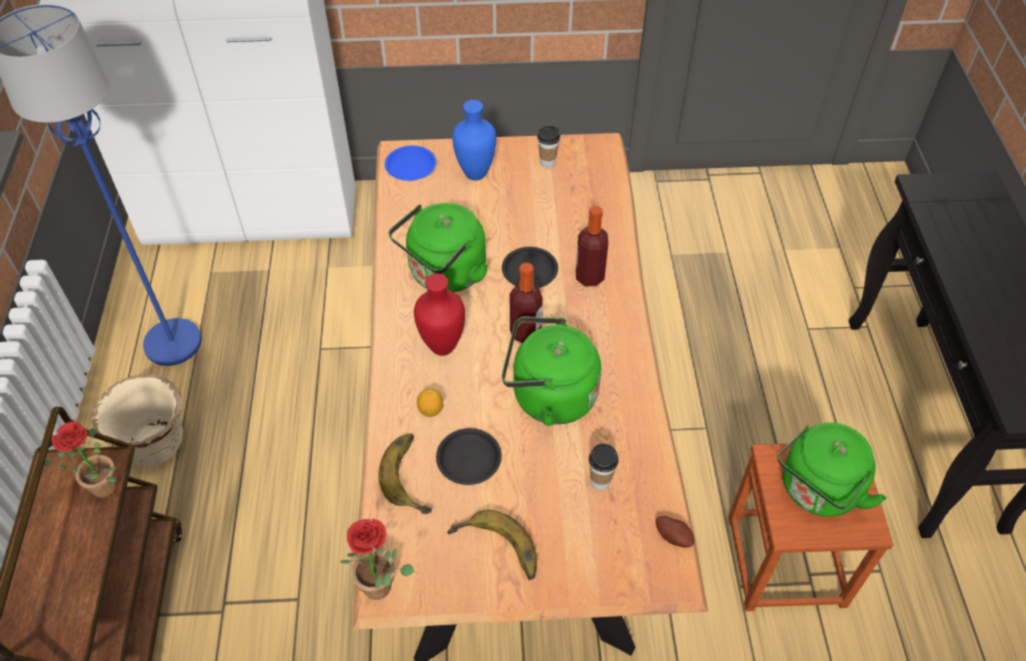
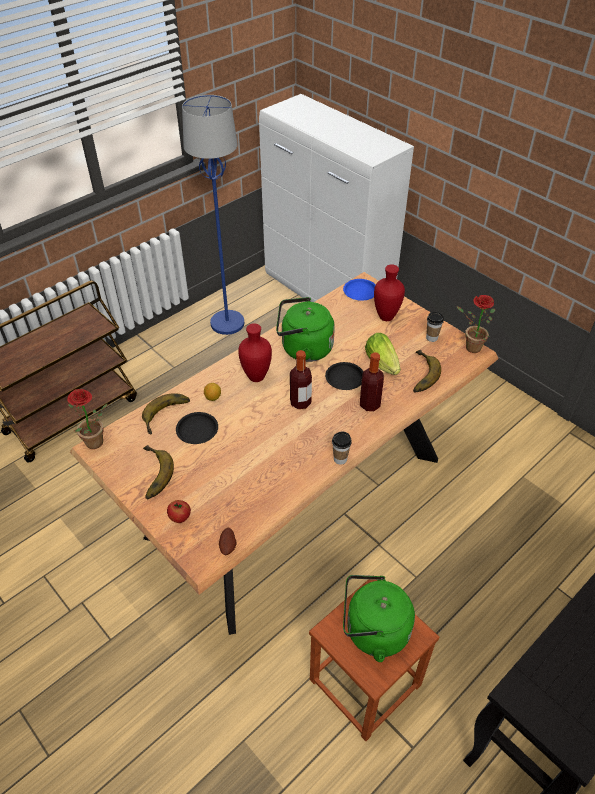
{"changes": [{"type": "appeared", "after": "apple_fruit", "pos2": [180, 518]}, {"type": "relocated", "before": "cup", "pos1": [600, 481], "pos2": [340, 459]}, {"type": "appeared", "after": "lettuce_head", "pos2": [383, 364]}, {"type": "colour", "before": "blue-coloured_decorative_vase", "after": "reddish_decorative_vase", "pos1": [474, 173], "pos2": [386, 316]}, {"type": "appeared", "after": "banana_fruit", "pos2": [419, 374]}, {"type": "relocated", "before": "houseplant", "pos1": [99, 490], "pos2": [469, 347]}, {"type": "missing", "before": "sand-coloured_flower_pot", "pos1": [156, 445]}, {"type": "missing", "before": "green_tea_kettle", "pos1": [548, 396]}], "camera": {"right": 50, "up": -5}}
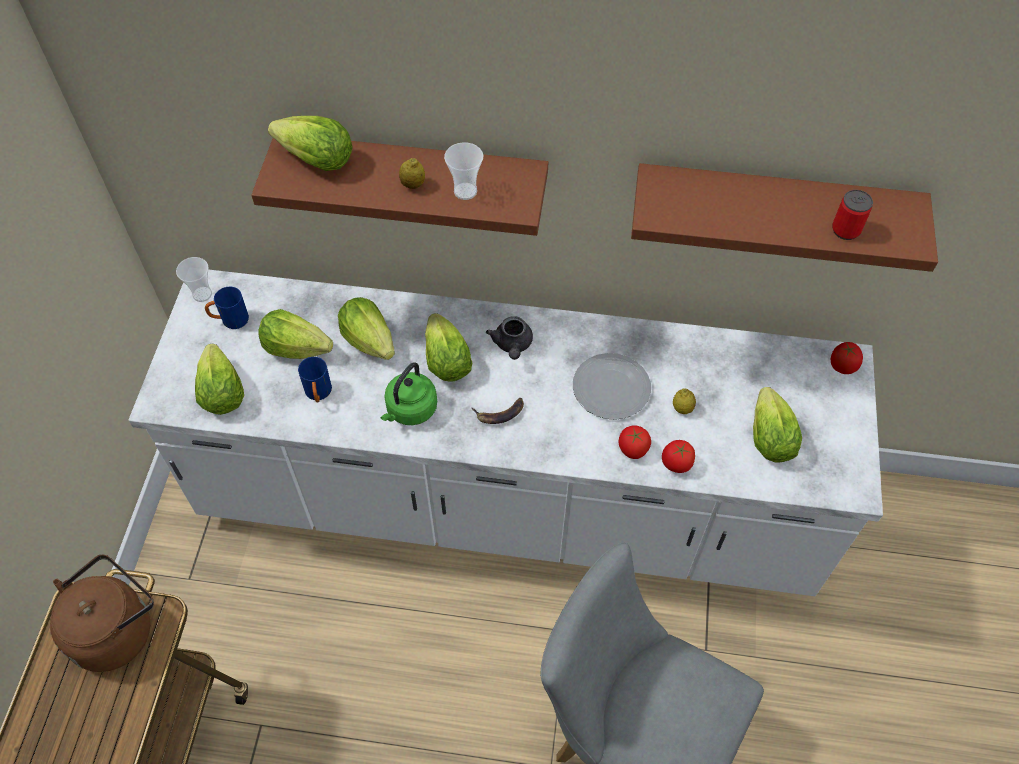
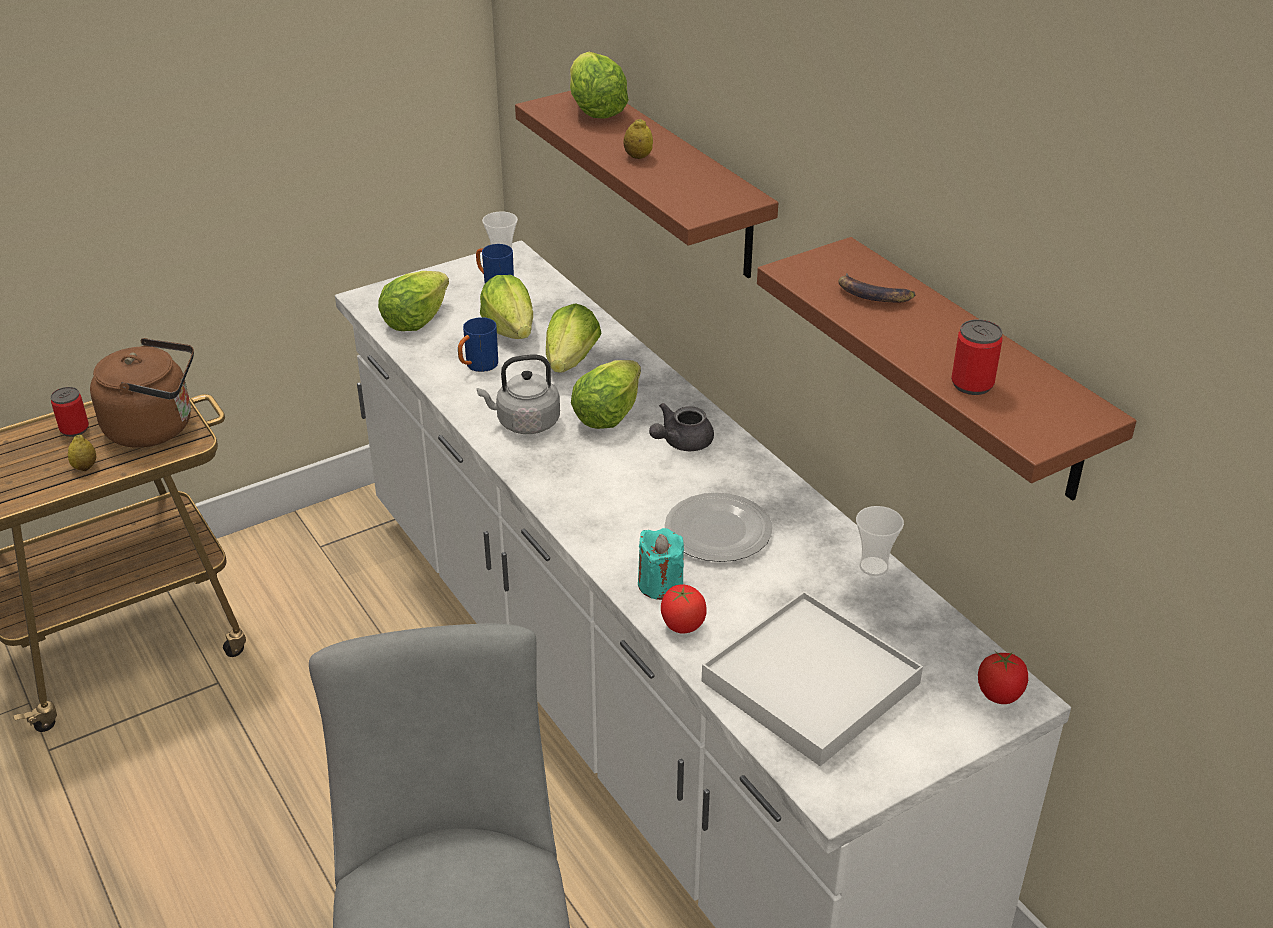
{"changes": [{"type": "appeared", "after": "can", "pos2": [74, 429]}, {"type": "relocated", "before": "citrus_fruit", "pos1": [682, 408], "pos2": [85, 467]}, {"type": "colour", "before": "green_tea_kettle", "after": "grey_tea_kettle", "pos1": [410, 410], "pos2": [525, 423]}, {"type": "exchanged", "before": "tomato", "after": "blue-green_wax_light", "pos1": [632, 449], "pos2": [660, 584]}, {"type": "exchanged", "before": "lettuce_head", "after": "whitish_carrying_tray", "pos1": [769, 439], "pos2": [810, 682]}, {"type": "relocated", "before": "banana_fruit", "pos1": [500, 413], "pos2": [873, 294]}, {"type": "relocated", "before": "cup", "pos1": [465, 191], "pos2": [873, 567]}], "camera": {"right": 50, "up": -20}}
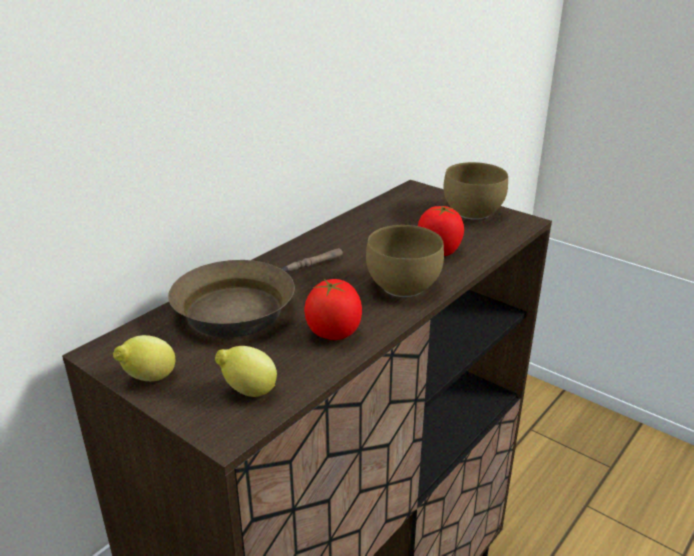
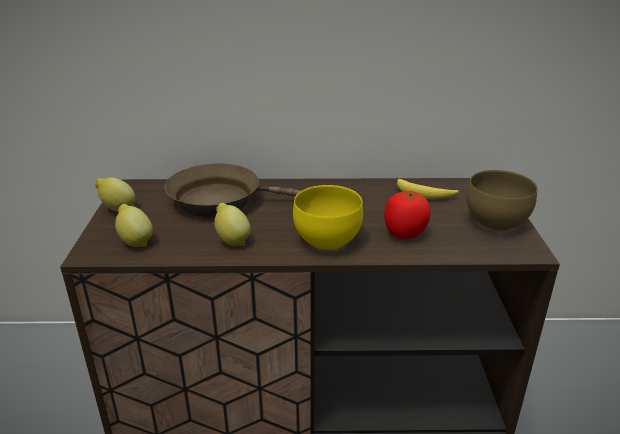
{"changes": [{"type": "exchanged", "before": "tomato", "after": "citrus_fruit", "pos1": [333, 332], "pos2": [232, 240]}, {"type": "colour", "before": "brown_serving_bowl", "after": "yellowish_serving_bowl", "pos1": [403, 285], "pos2": [329, 240]}, {"type": "appeared", "after": "banana_fruit", "pos2": [424, 194]}], "camera": {"right": 50, "up": 0}}
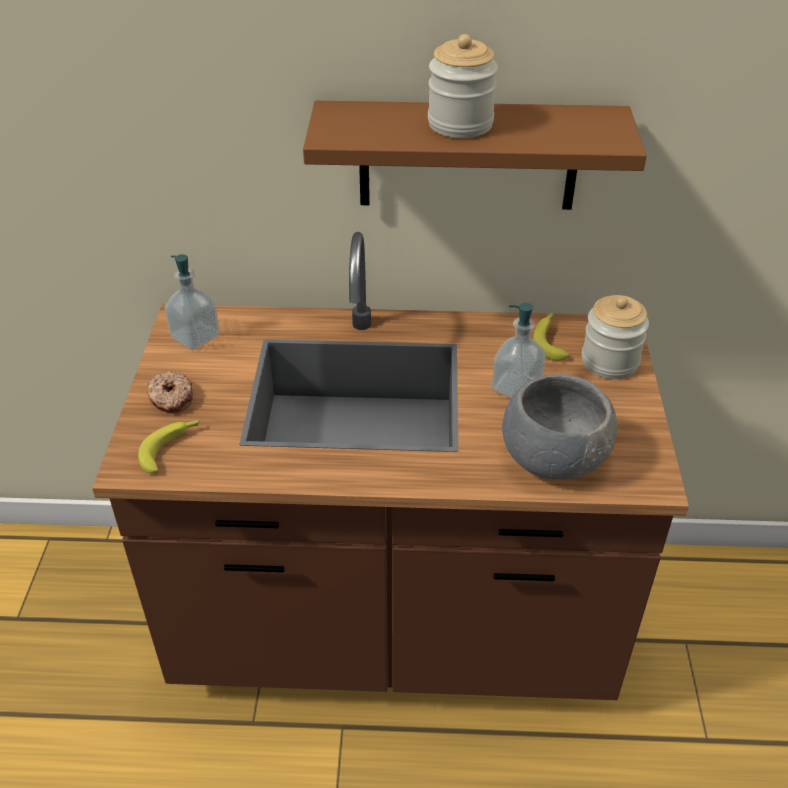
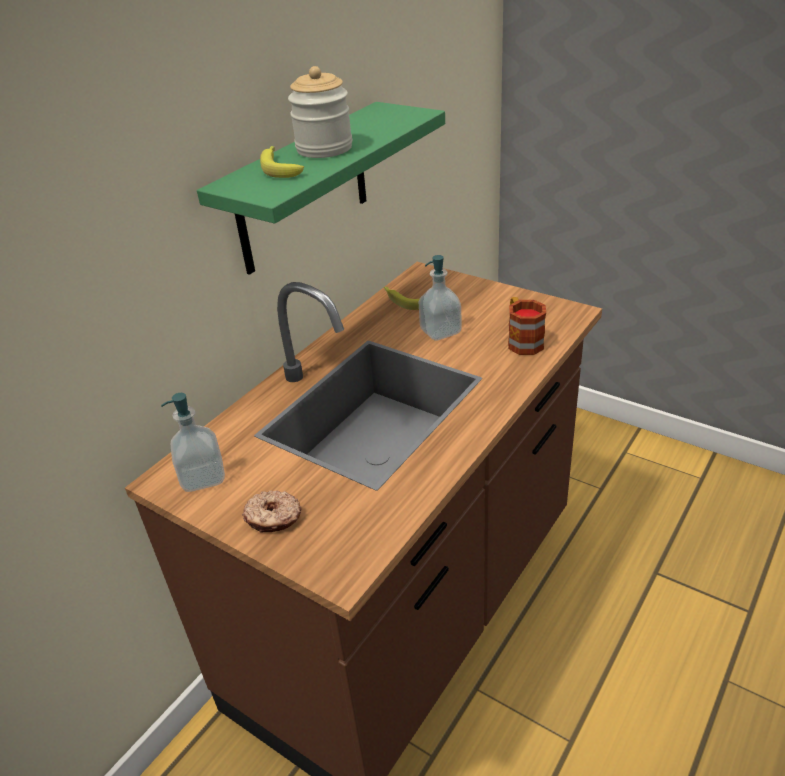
{"changes": [{"type": "colour", "before": "brown_wall_shelf", "after": "green_wall_shelf", "pos1": [468, 156], "pos2": [303, 189]}, {"type": "relocated", "before": "banana_fruit", "pos1": [171, 448], "pos2": [280, 167]}, {"type": "exchanged", "before": "grey_serving_bowl", "after": "mug", "pos1": [553, 457], "pos2": [522, 340]}, {"type": "missing", "before": "preserve_jar", "pos1": [609, 361]}], "camera": {"right": -55, "up": -5}}
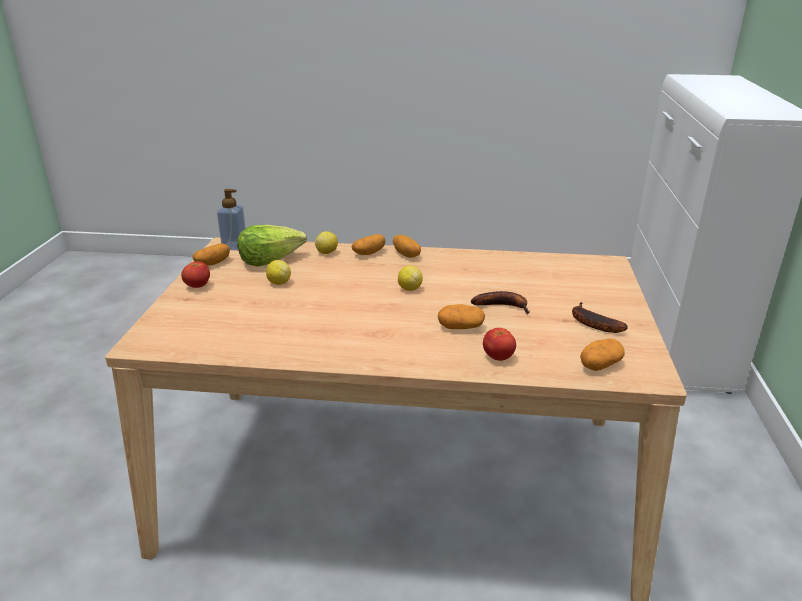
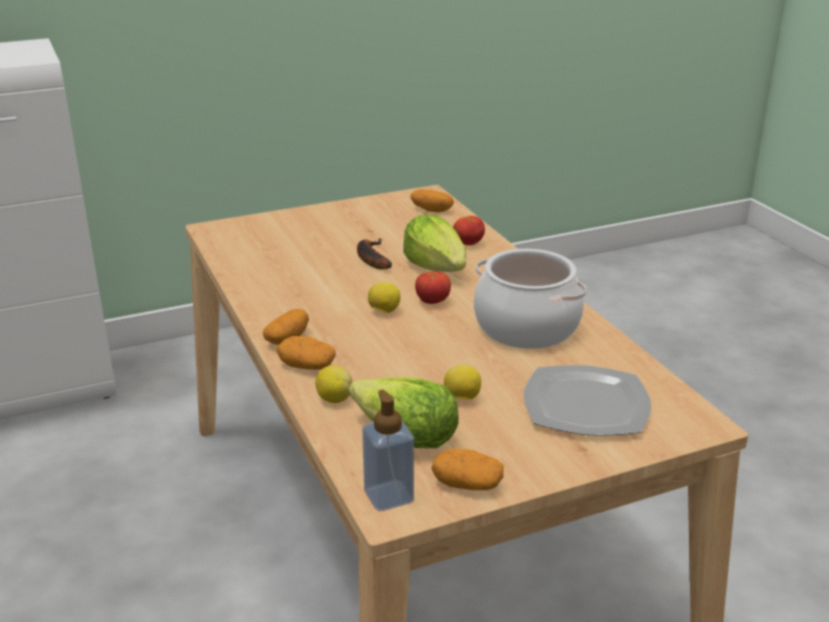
{"changes": [{"type": "exchanged", "before": "spud", "after": "lettuce_head", "pos1": [460, 327], "pos2": [437, 268]}, {"type": "relocated", "before": "tomato", "pos1": [197, 286], "pos2": [432, 302]}, {"type": "appeared", "after": "saucepot", "pos2": [527, 327]}, {"type": "appeared", "after": "dinner_plate", "pos2": [584, 404]}, {"type": "missing", "before": "banana_fruit", "pos1": [591, 323]}], "camera": {"right": -120, "up": 0}}
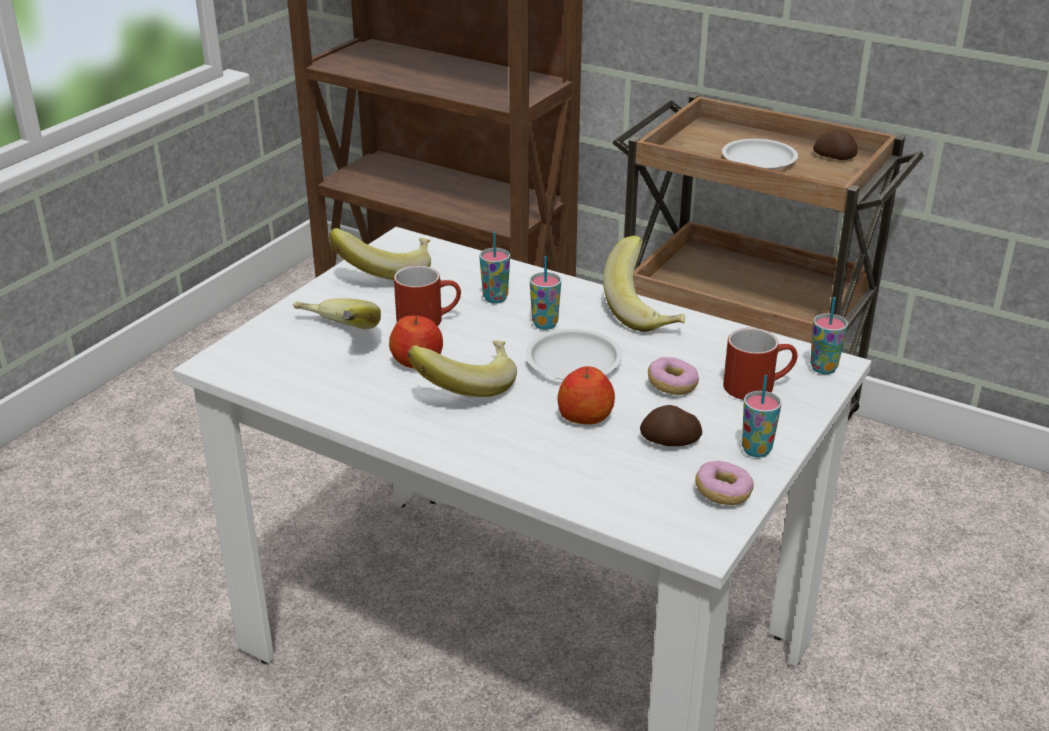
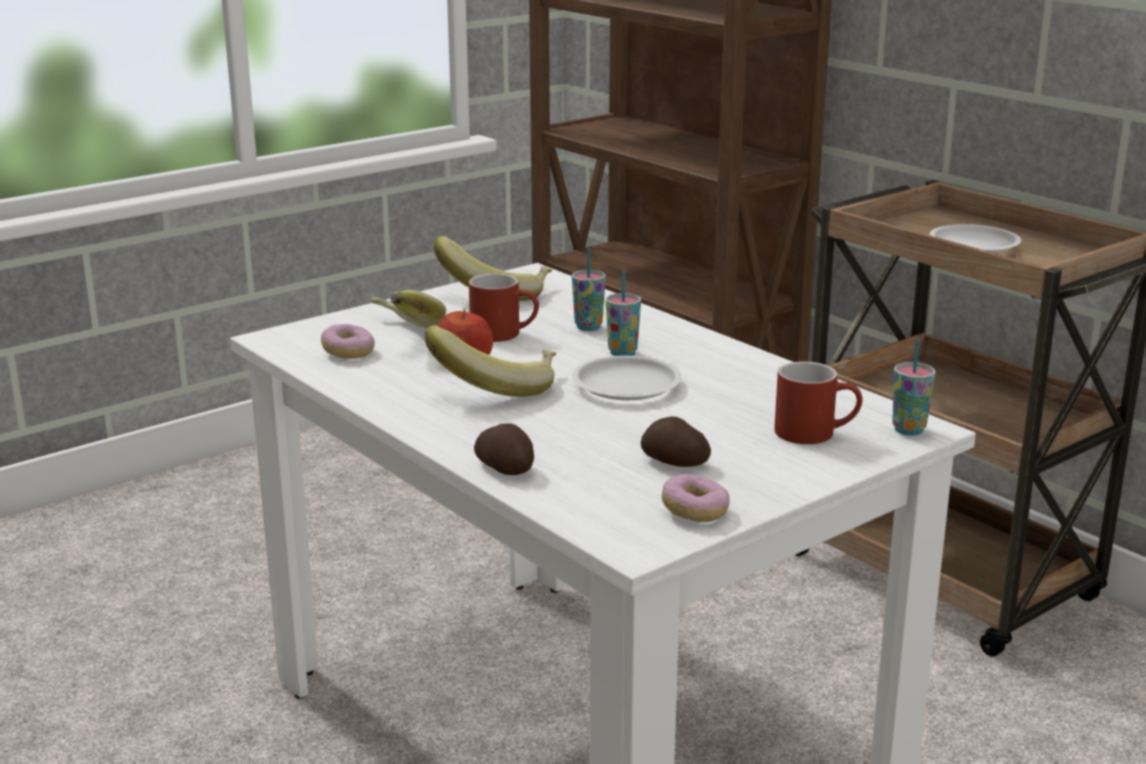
{"changes": [{"type": "relocated", "before": "ring_doughnut", "pos1": [672, 386], "pos2": [348, 353]}, {"type": "relocated", "before": "spud", "pos1": [834, 157], "pos2": [505, 468]}, {"type": "missing", "before": "apple_fruit", "pos1": [585, 416]}, {"type": "missing", "before": "banana_fruit", "pos1": [646, 311]}, {"type": "missing", "before": "cup", "pos1": [756, 450]}], "camera": {"right": 20, "up": -10}}
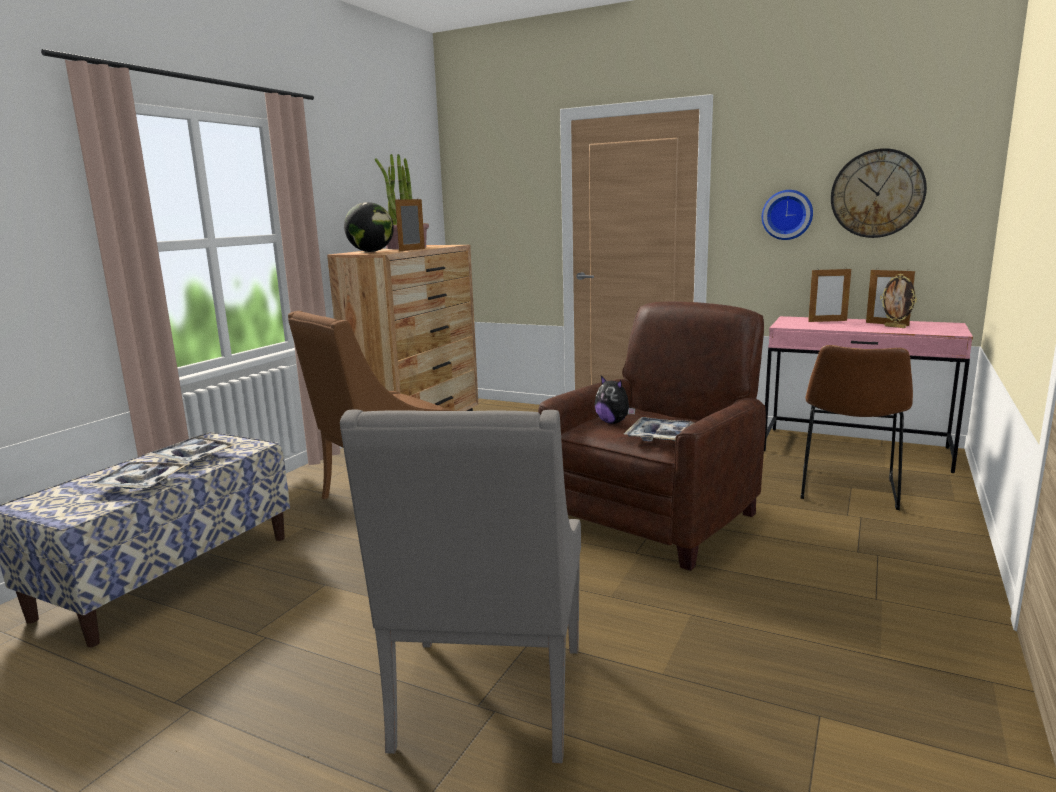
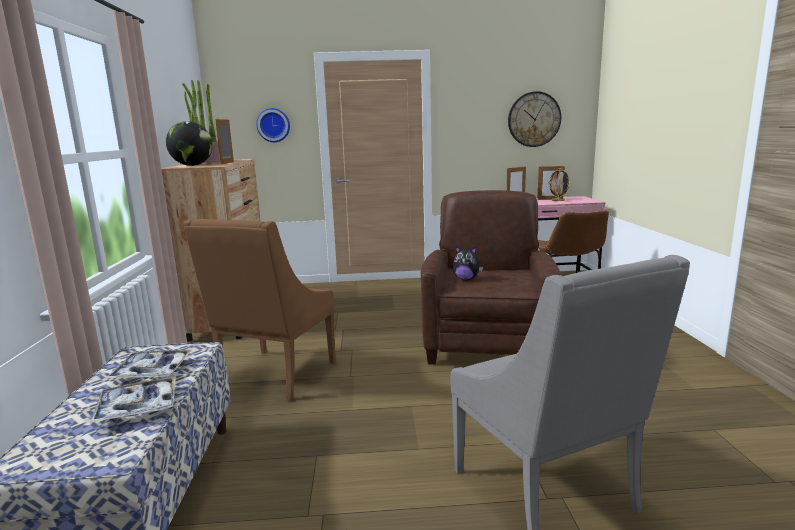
{"changes": [{"type": "relocated", "before": "hanging_clock", "pos1": [787, 215], "pos2": [273, 125]}, {"type": "missing", "before": "carrying_tray", "pos1": [659, 436]}], "camera": {"right": -30, "up": 0}}
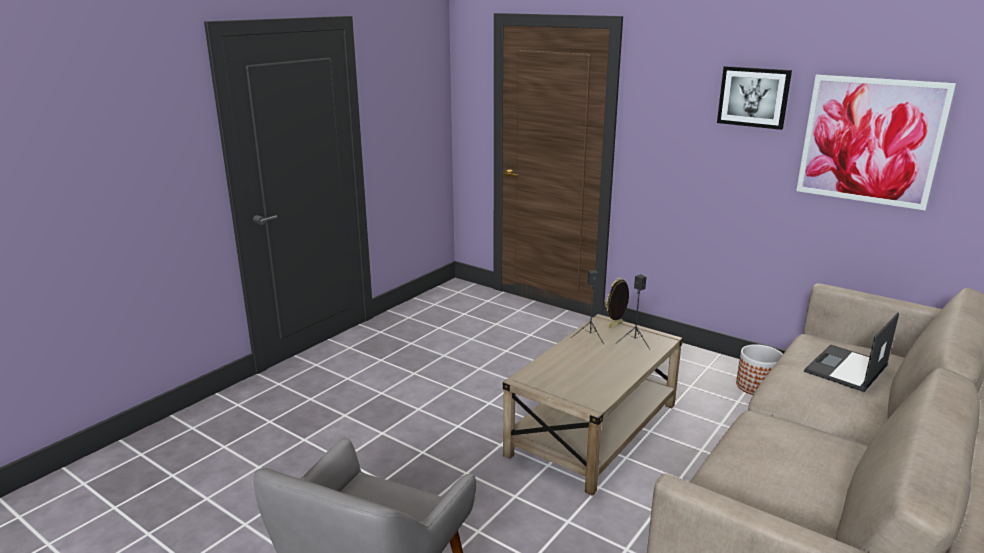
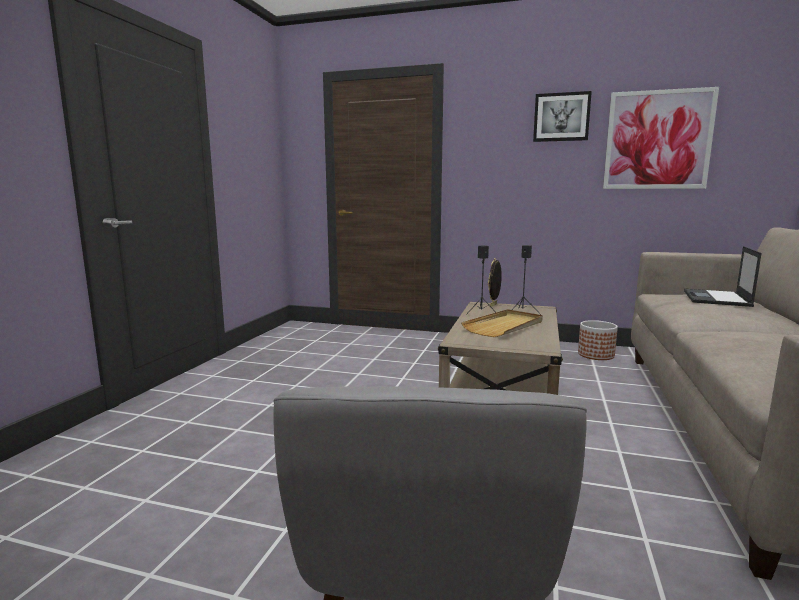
{"changes": [{"type": "appeared", "after": "sand-coloured_carrying_tray", "pos2": [504, 326]}], "camera": {"right": -20, "up": -10}}
